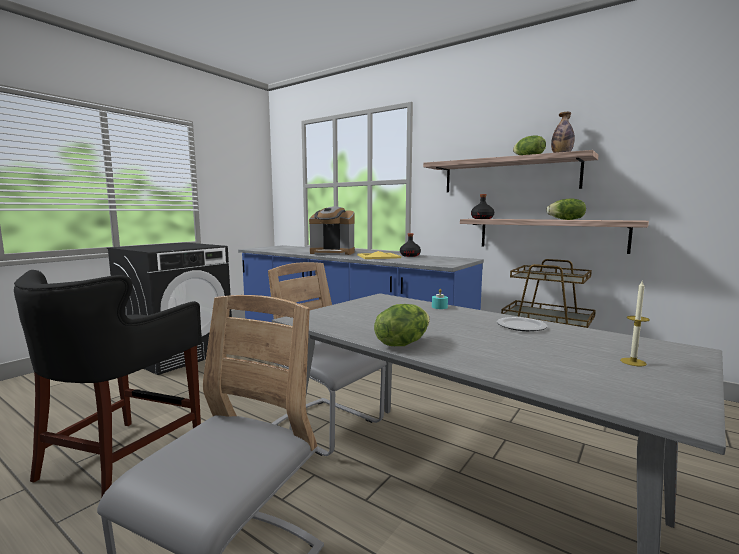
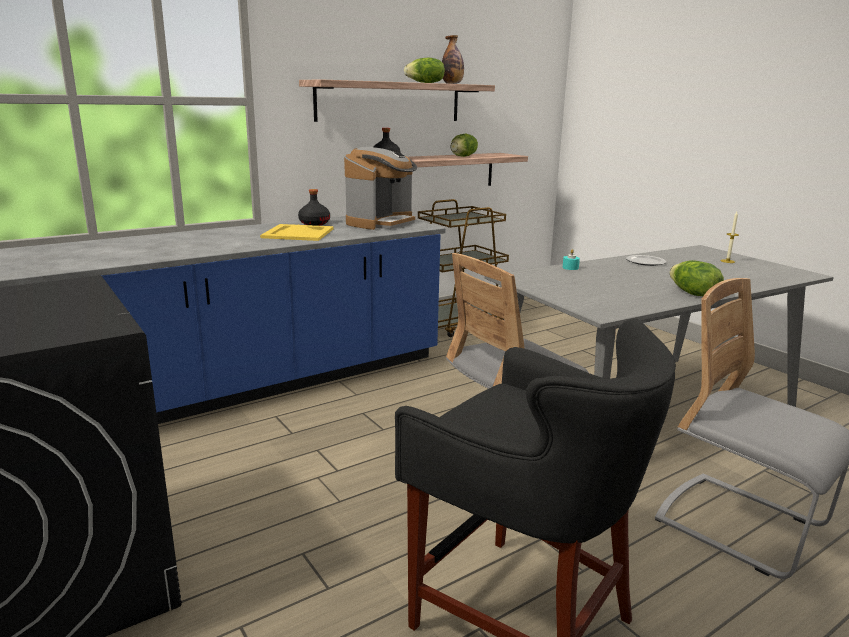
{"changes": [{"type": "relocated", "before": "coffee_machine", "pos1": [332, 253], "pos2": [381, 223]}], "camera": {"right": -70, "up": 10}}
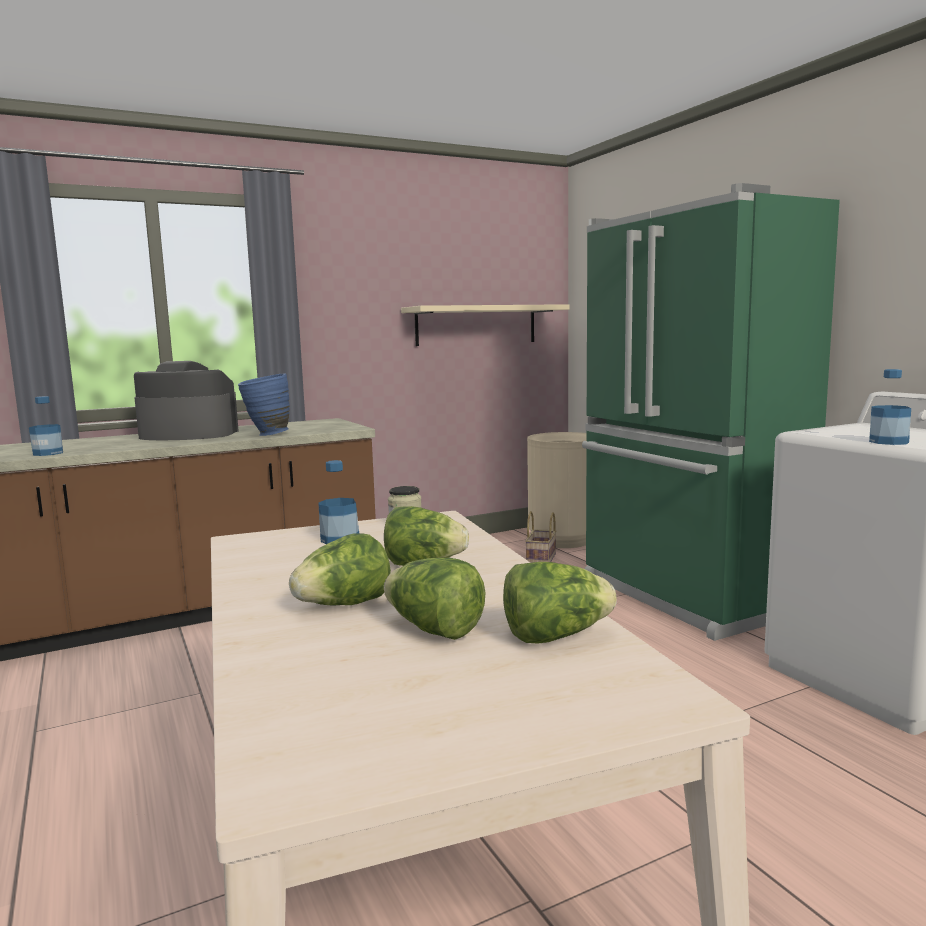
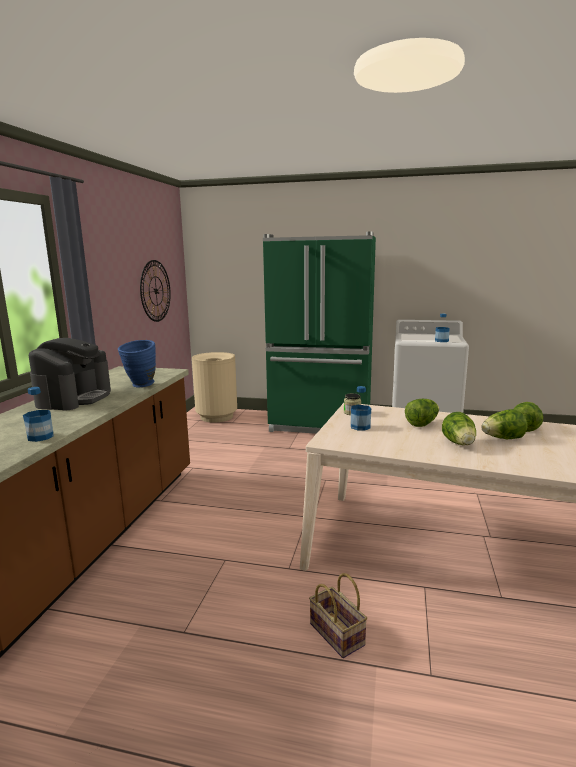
{"changes": [{"type": "spun", "before": "coffee_machine", "pos1": [188, 434], "pos2": [74, 398], "turn": 150}, {"type": "exchanged", "before": "sand-coloured_wall_shelf", "after": "hanging_clock", "pos1": [476, 325], "pos2": [155, 291]}, {"type": "relocated", "before": "household_basket", "pos1": [541, 559], "pos2": [338, 634]}], "camera": {"right": -50, "up": 5}}
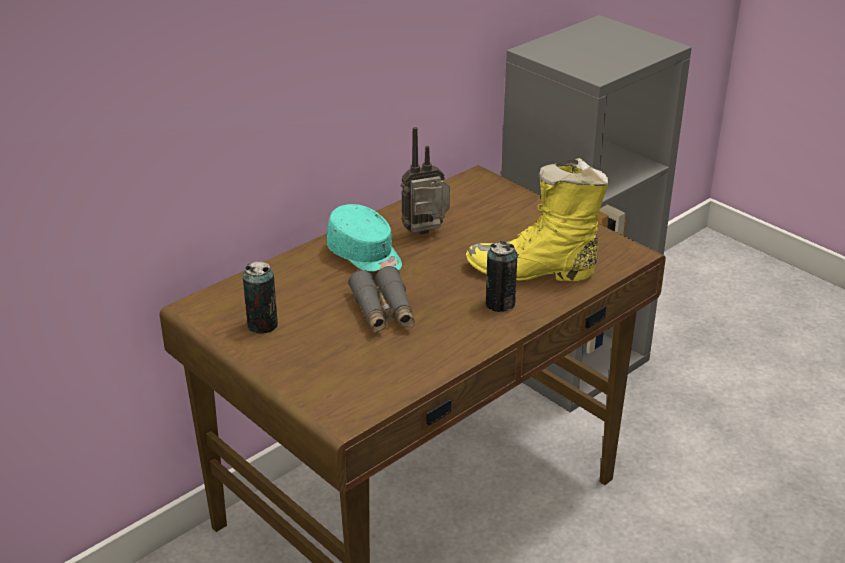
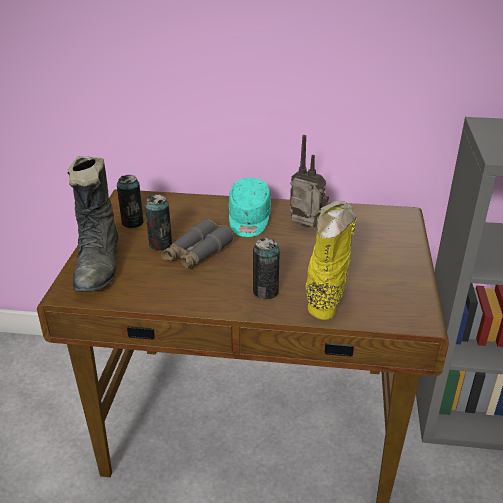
{"changes": [{"type": "appeared", "after": "black_high-top_boot", "pos2": [99, 265]}, {"type": "appeared", "after": "can", "pos2": [160, 244]}, {"type": "spun", "before": "yellowish_high-top_boot", "pos1": [533, 272], "pos2": [325, 287], "turn": 45}], "camera": {"right": 50, "up": 0}}
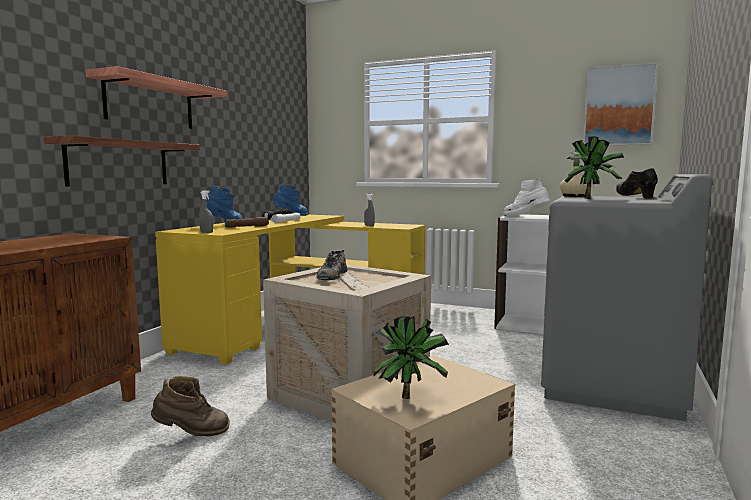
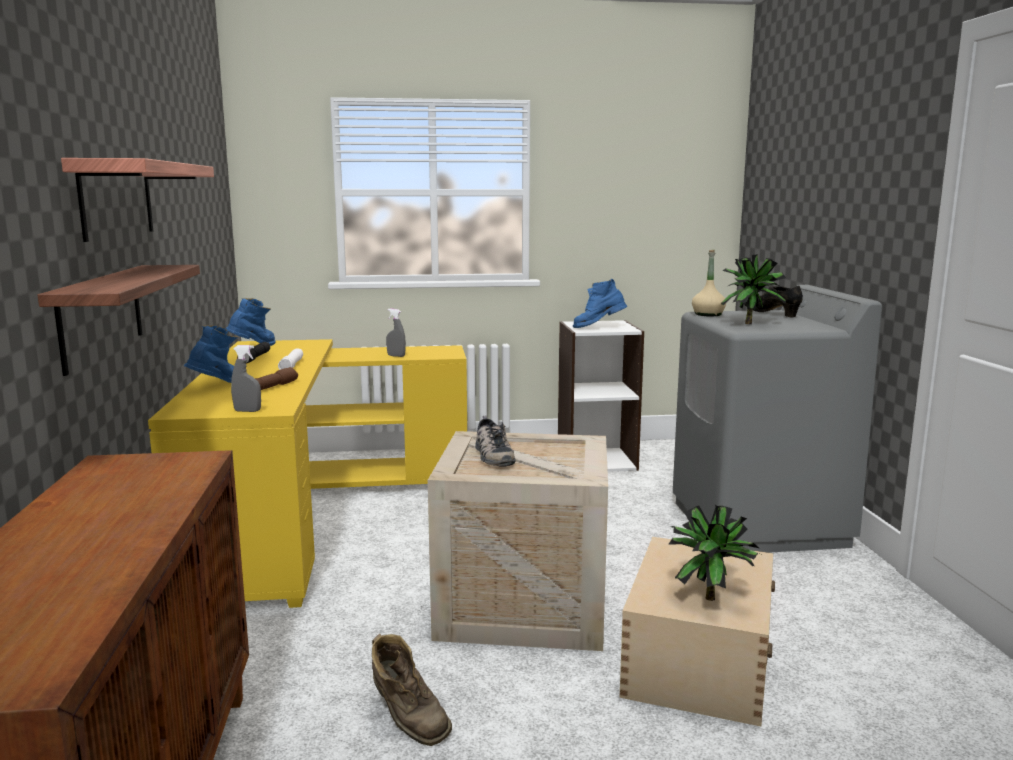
{"changes": [{"type": "spun", "before": "brown_high-top_boot", "pos1": [191, 434], "pos2": [407, 721], "turn": 90}, {"type": "colour", "before": "whitish_high-top_boot", "after": "blue-coloured_high-top_boot", "pos1": [525, 216], "pos2": [598, 328]}, {"type": "missing", "before": "picture", "pos1": [619, 106]}], "camera": {"right": -30, "up": 5}}
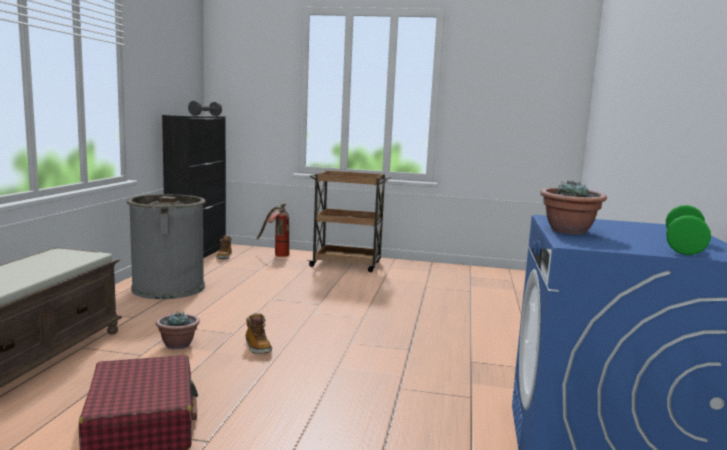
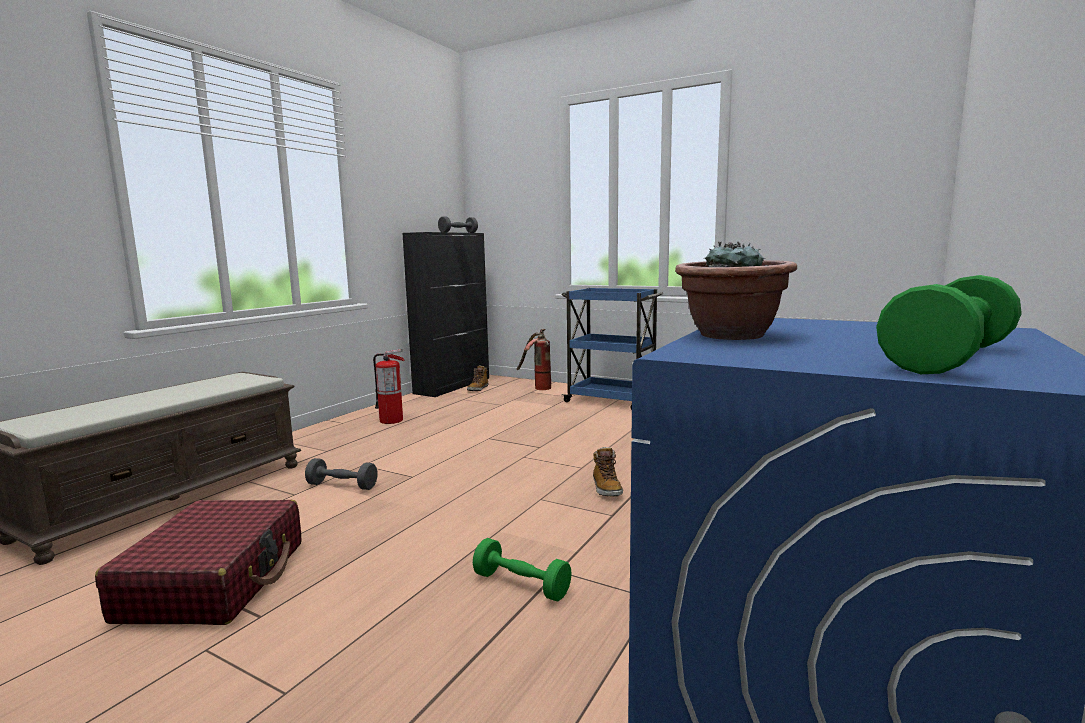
{"changes": [{"type": "exchanged", "before": "houseplant", "after": "grey_free_weight", "pos1": [178, 345], "pos2": [342, 486]}, {"type": "exchanged", "before": "grey_trash_can", "after": "fire-fighting_cylinder", "pos1": [168, 288], "pos2": [391, 420]}, {"type": "appeared", "after": "green_free_weight", "pos2": [521, 585]}, {"type": "colour", "before": "brown_trolley", "after": "blue-coloured_trolley", "pos1": [347, 264], "pos2": [611, 401]}, {"type": "relocated", "before": "high-top_boot", "pos1": [257, 347], "pos2": [606, 488]}], "camera": {"right": 20, "up": 0}}
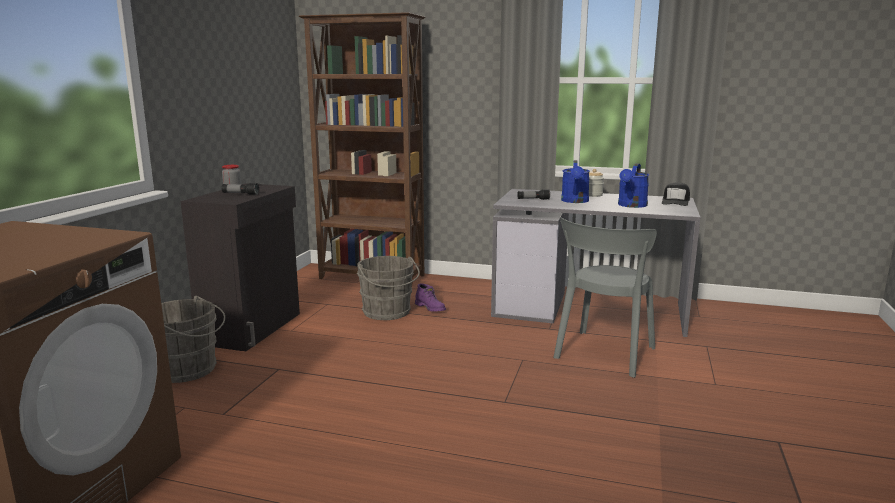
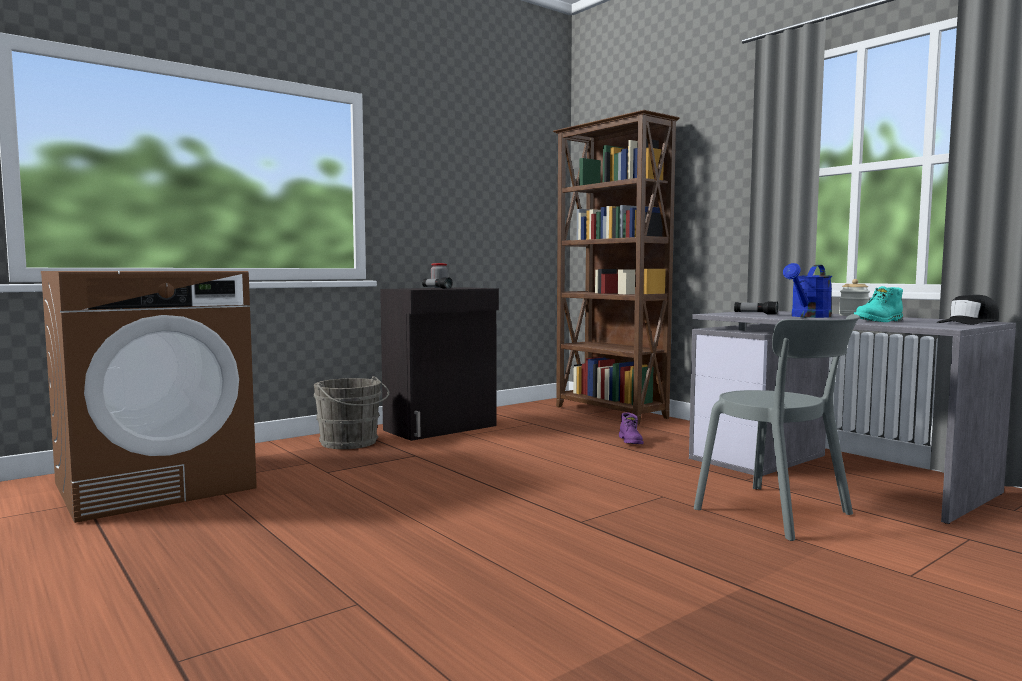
{"changes": [{"type": "spun", "before": "grey_plain_chair", "pos1": [603, 355], "pos2": [779, 513], "turn": -105}, {"type": "exchanged", "before": "blue-coloured_sprinkling_can", "after": "blue-green_high-top_boot", "pos1": [631, 205], "pos2": [879, 321]}, {"type": "missing", "before": "grey_pail", "pos1": [387, 313]}], "camera": {"right": 35, "up": -10}}
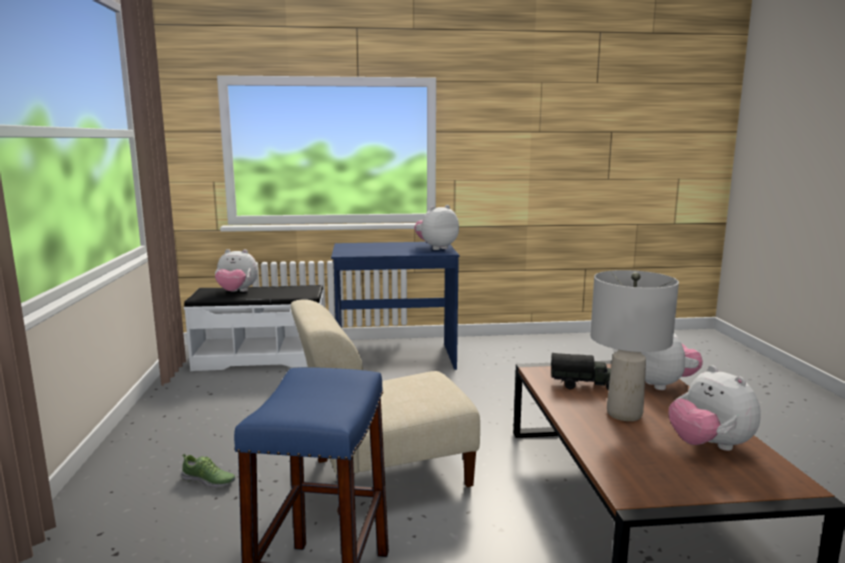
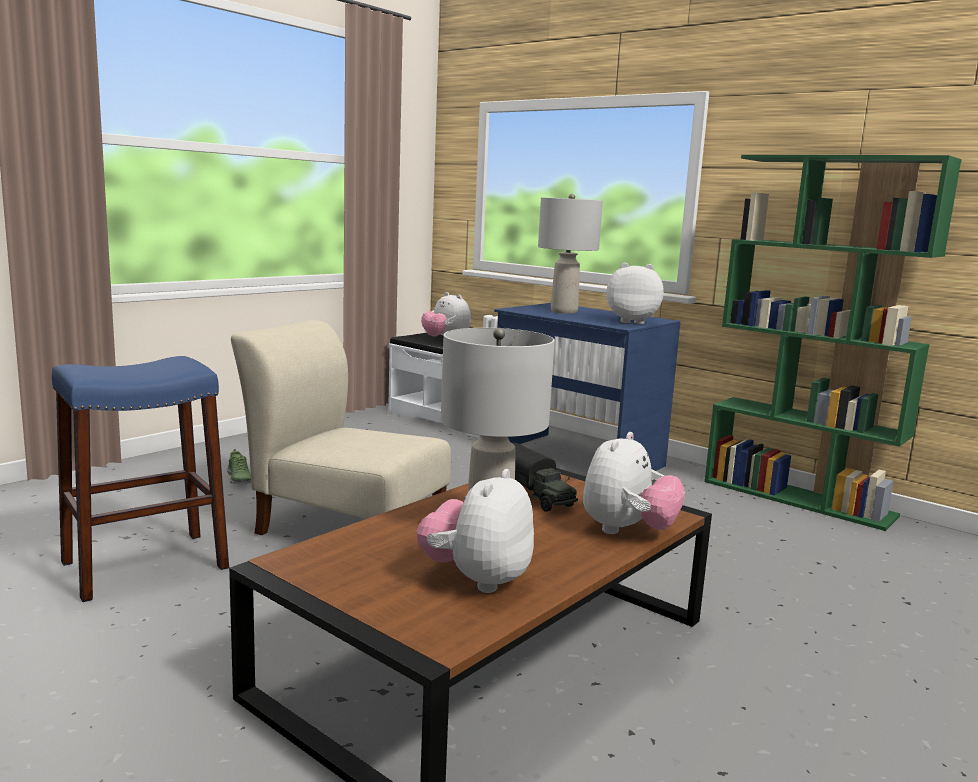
{"changes": [{"type": "appeared", "after": "grey_lamp_for_a_table", "pos2": [564, 311]}, {"type": "appeared", "after": "green_shelving_unit", "pos2": [799, 498]}], "camera": {"right": 45, "up": 0}}
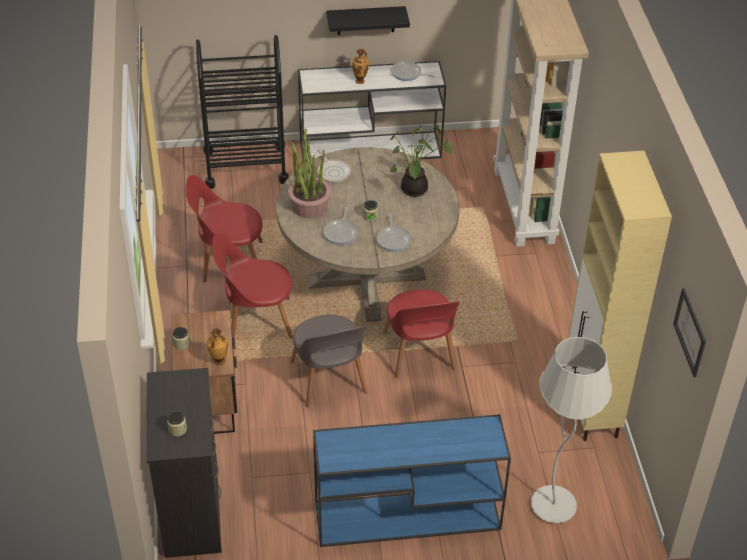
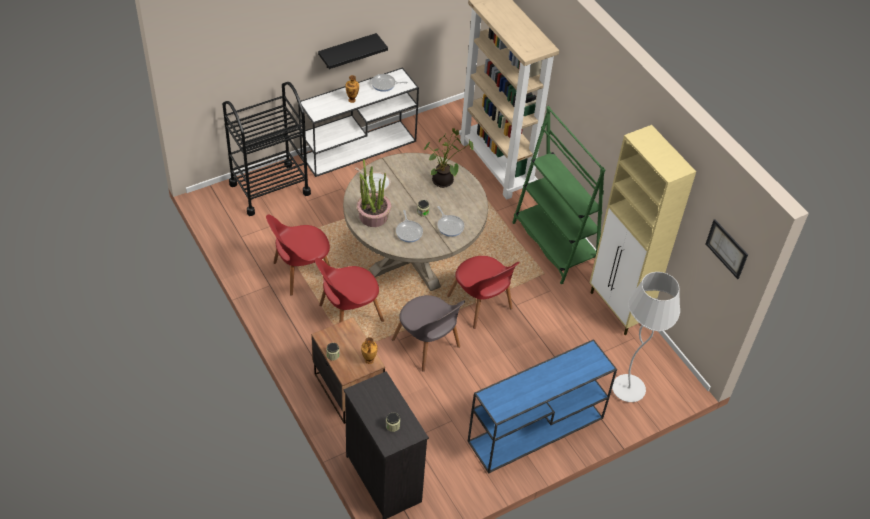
{"changes": [{"type": "appeared", "after": "green_shelving_unit", "pos2": [554, 244]}], "camera": {"right": -25, "up": 5}}
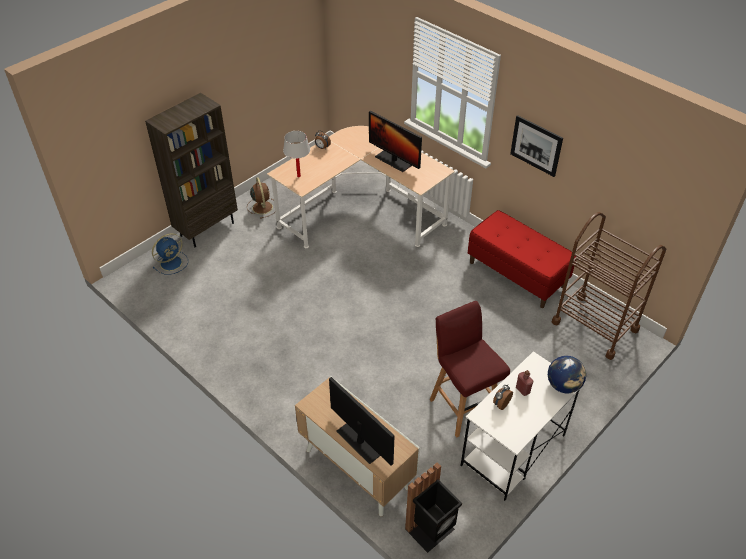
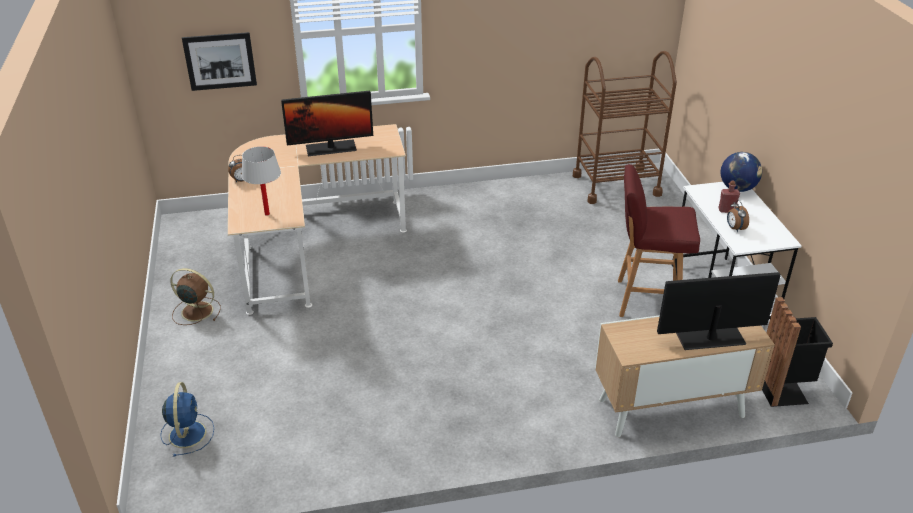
{"changes": [{"type": "relocated", "before": "picture", "pos1": [536, 145], "pos2": [220, 61]}, {"type": "missing", "before": "brown_shelving_unit", "pos1": [207, 229]}, {"type": "missing", "before": "reddish_indoor_bench", "pos1": [517, 274]}], "camera": {"right": -55, "up": -10}}
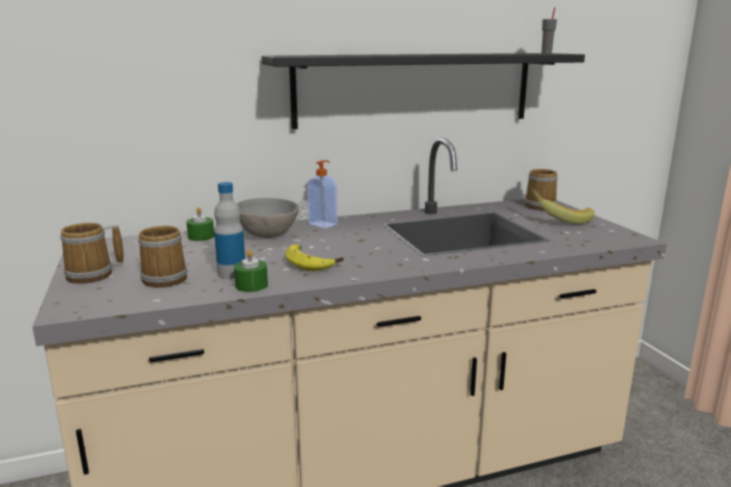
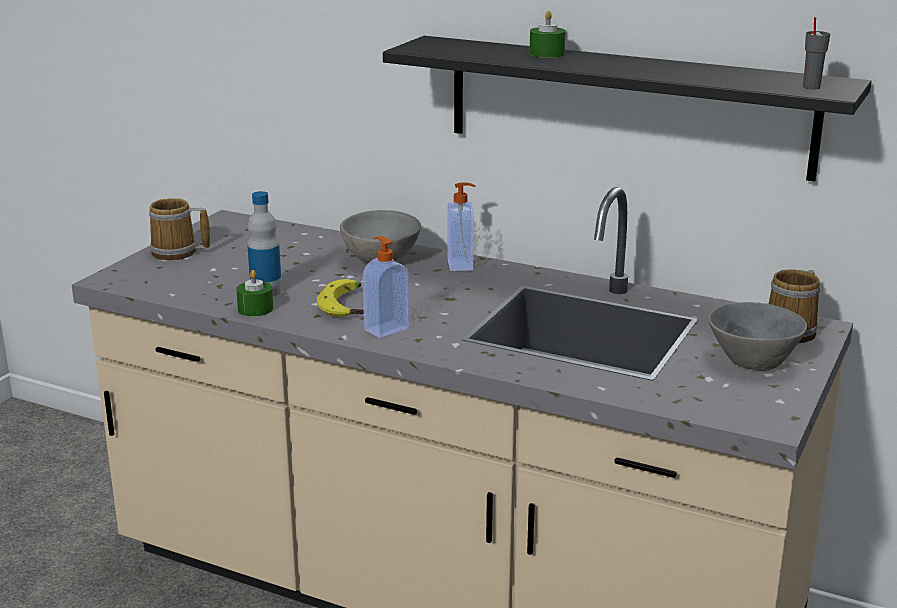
{"changes": [{"type": "appeared", "after": "soap_dispenser", "pos2": [385, 329]}, {"type": "relocated", "before": "green_wax_light", "pos1": [201, 237], "pos2": [547, 53]}, {"type": "exchanged", "before": "banana_fruit", "after": "grey_serving_bowl", "pos1": [559, 219], "pos2": [754, 360]}, {"type": "missing", "before": "mug", "pos1": [167, 277]}], "camera": {"right": 45, "up": 5}}
